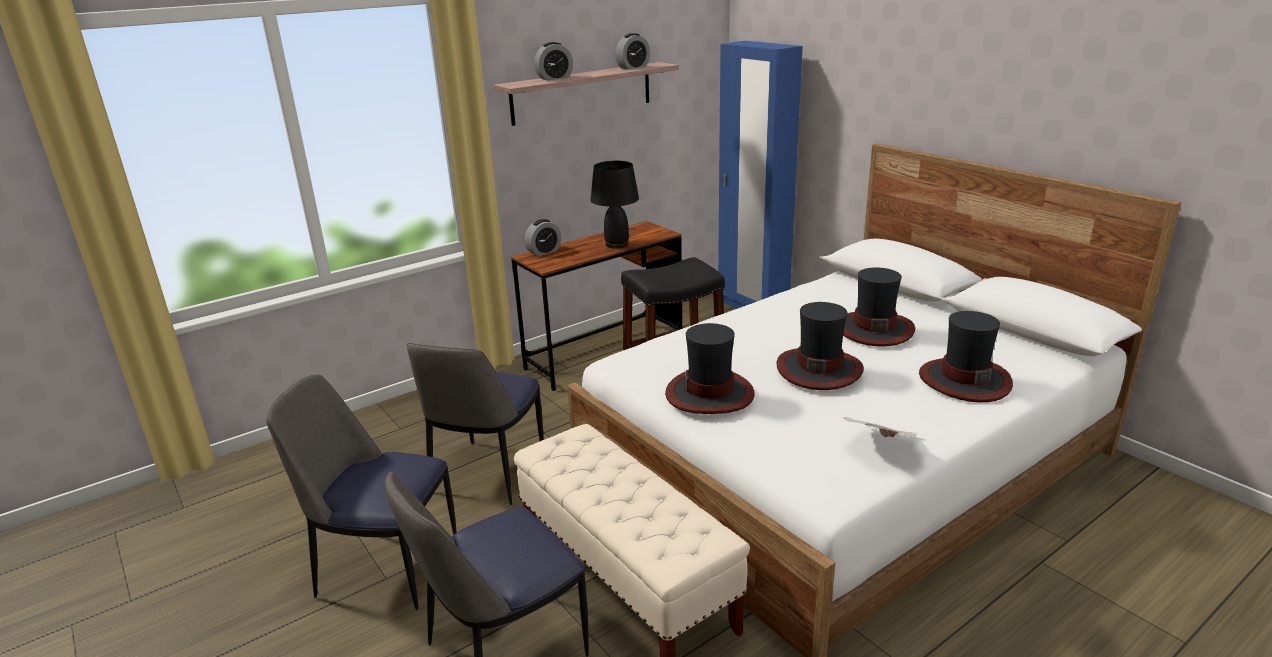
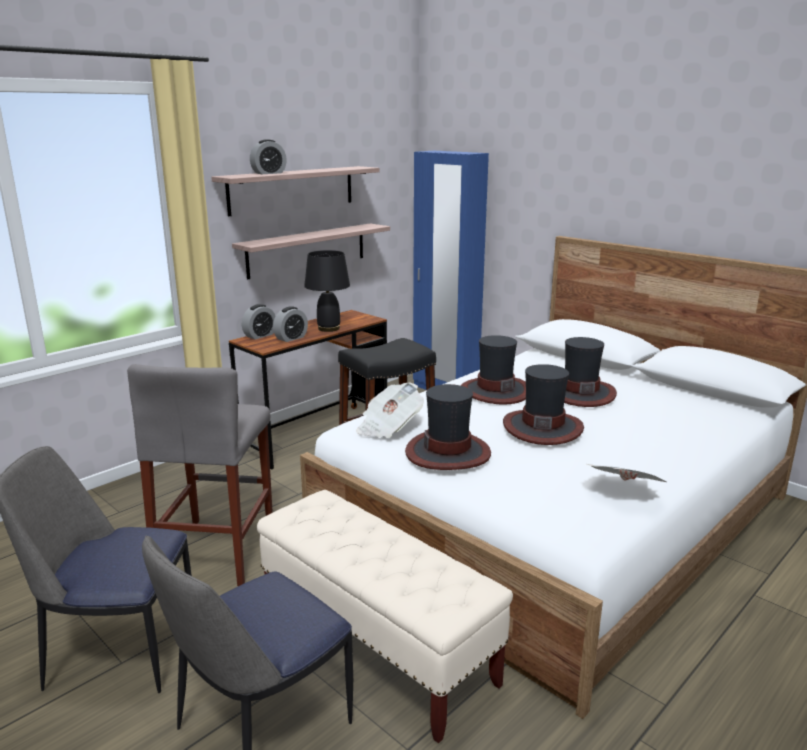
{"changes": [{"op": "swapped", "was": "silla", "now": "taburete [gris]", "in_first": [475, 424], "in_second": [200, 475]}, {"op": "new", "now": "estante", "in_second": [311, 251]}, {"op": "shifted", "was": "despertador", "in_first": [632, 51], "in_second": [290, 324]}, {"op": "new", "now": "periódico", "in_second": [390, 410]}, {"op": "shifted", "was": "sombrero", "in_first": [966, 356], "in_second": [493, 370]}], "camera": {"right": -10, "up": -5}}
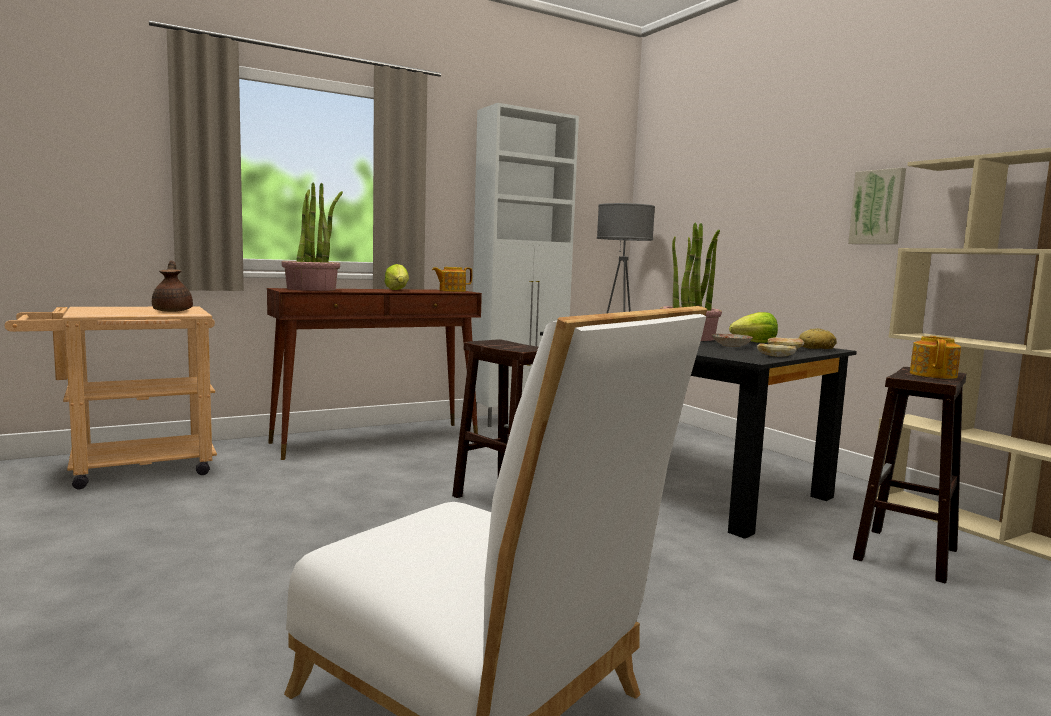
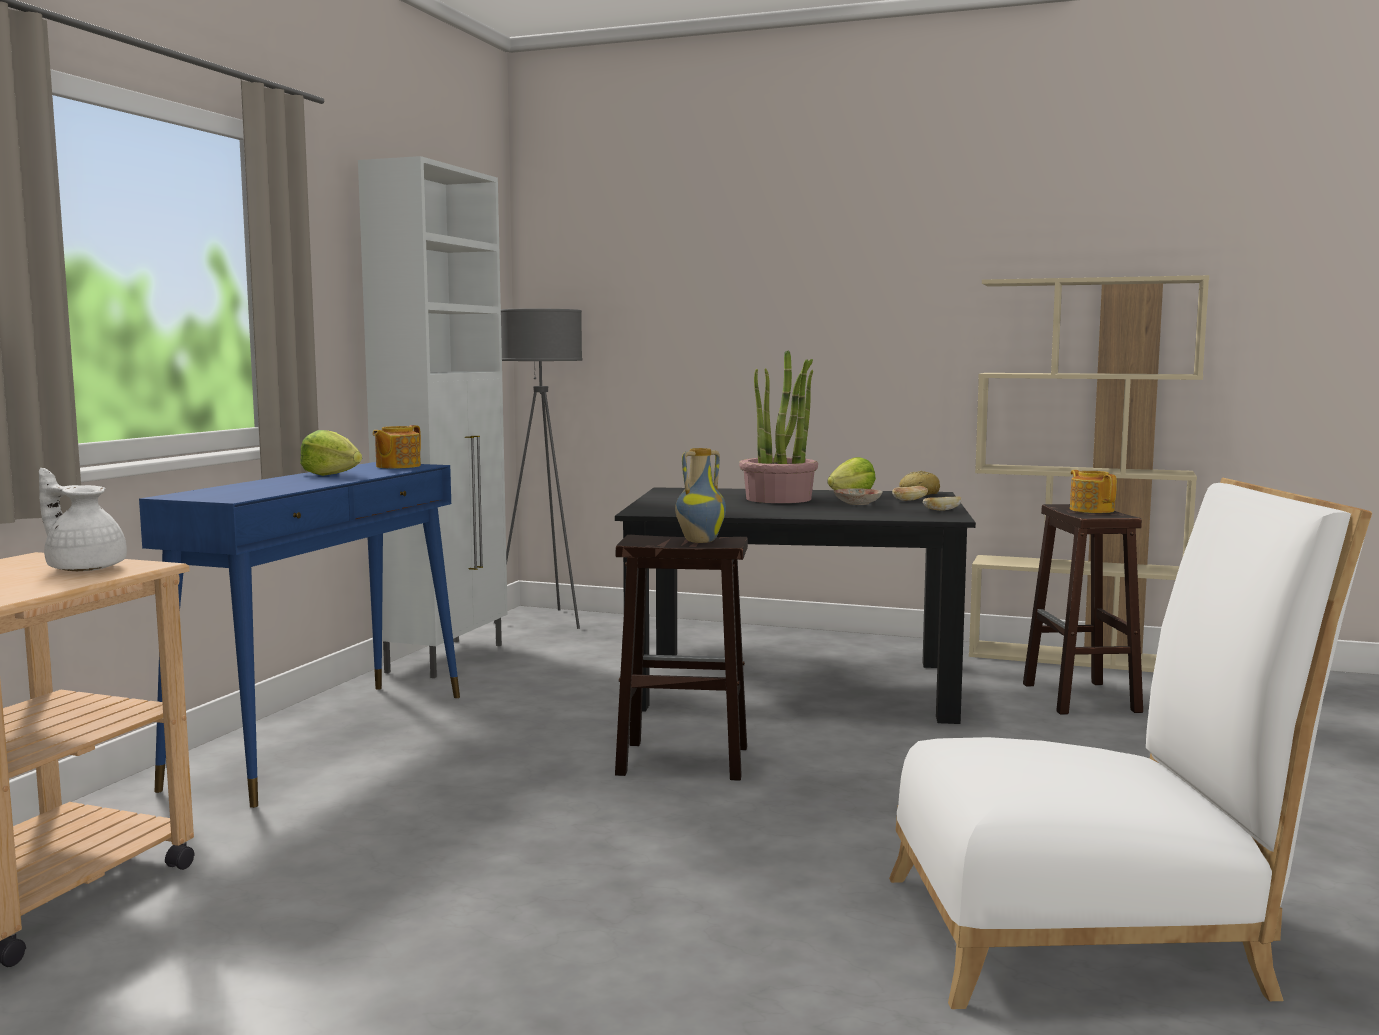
{"changes": [{"op": "repainted", "was": "tetera [marrón]", "now": "tetera [blanco]", "in_first": [172, 286], "in_second": [83, 519]}, {"op": "repainted", "was": "mesa consola [marrón]", "now": "mesa consola [azul]", "in_first": [374, 374], "in_second": [299, 635]}, {"op": "new", "now": "florero", "in_second": [700, 495]}, {"op": "gone", "was": "planta en maceta", "in_first": [312, 237]}, {"op": "gone", "was": "cuadro", "in_first": [877, 206]}], "camera": {"right": -40, "up": 0}}
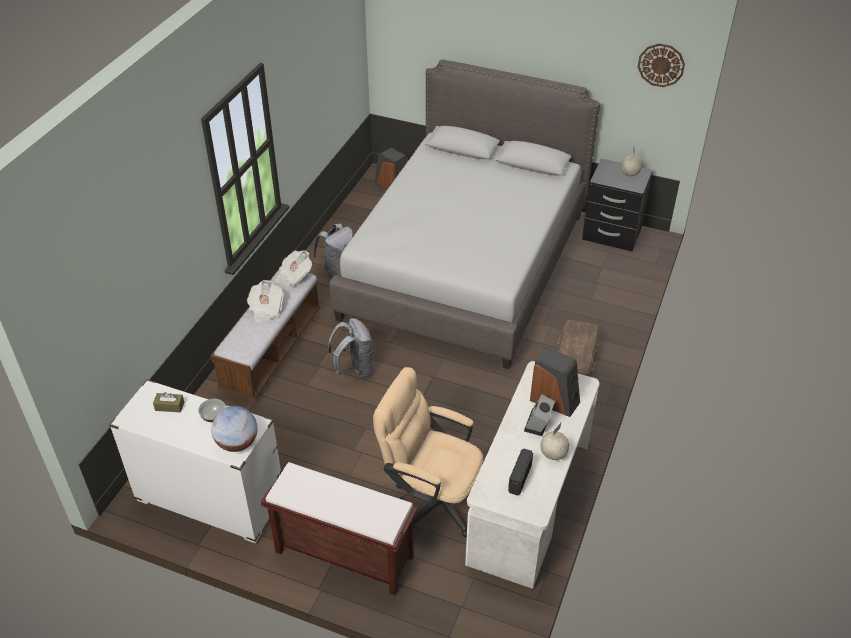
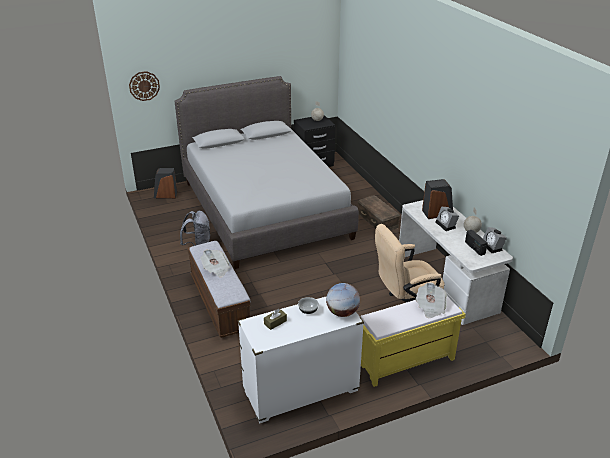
{"changes": [{"op": "shifted", "was": "reloj de pared", "in_first": [661, 65], "in_second": [144, 86]}, {"op": "repainted", "was": "banco [marrón]", "now": "banco [amarillo]", "in_first": [339, 528], "in_second": [413, 341]}, {"op": "shifted", "was": "periódico", "in_first": [294, 268], "in_second": [431, 300]}, {"op": "new", "now": "despertador", "in_second": [495, 240]}, {"op": "gone", "was": "mochila [gris]", "in_first": [351, 348]}], "camera": {"right": -45, "up": -10}}
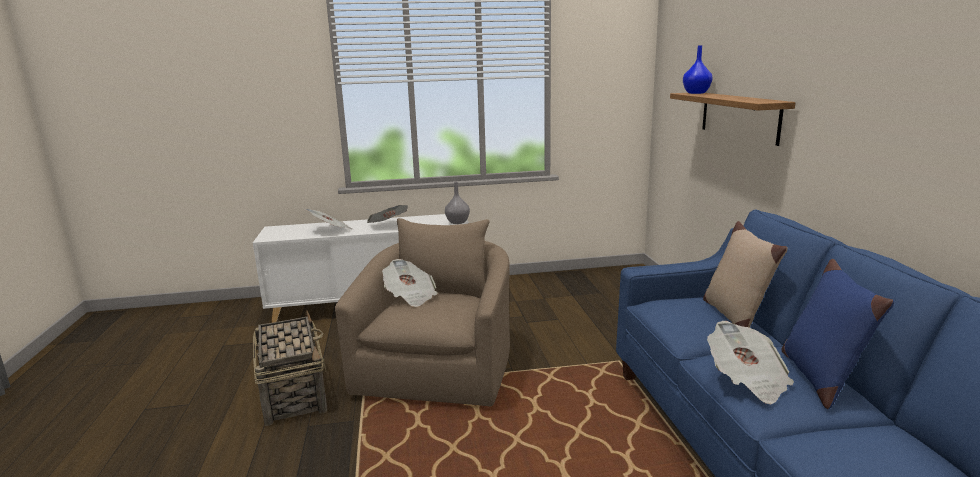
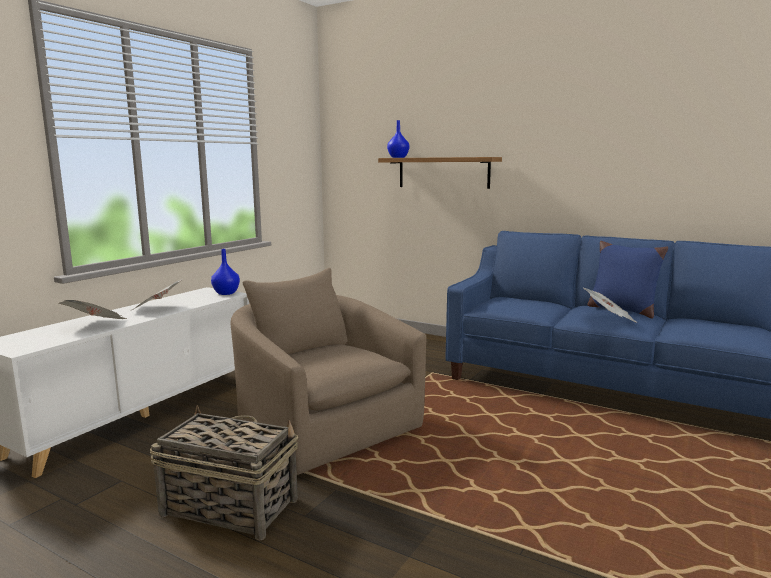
{"changes": [{"op": "repainted", "was": "florero [gris]", "now": "florero [azul]", "in_first": [457, 203], "in_second": [225, 272]}, {"op": "gone", "was": "periódico", "in_first": [410, 283]}, {"op": "gone", "was": "cojín [beis]", "in_first": [745, 274]}], "camera": {"right": -50, "up": -5}}
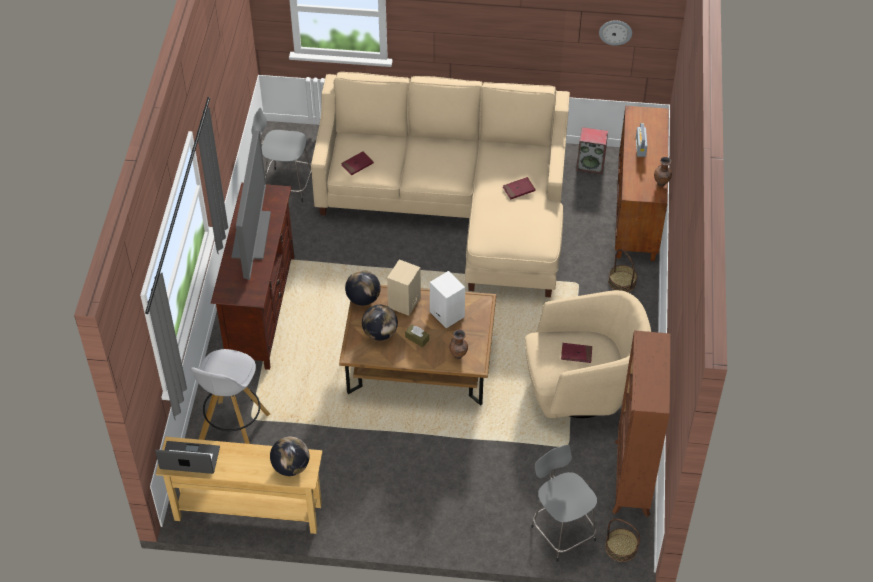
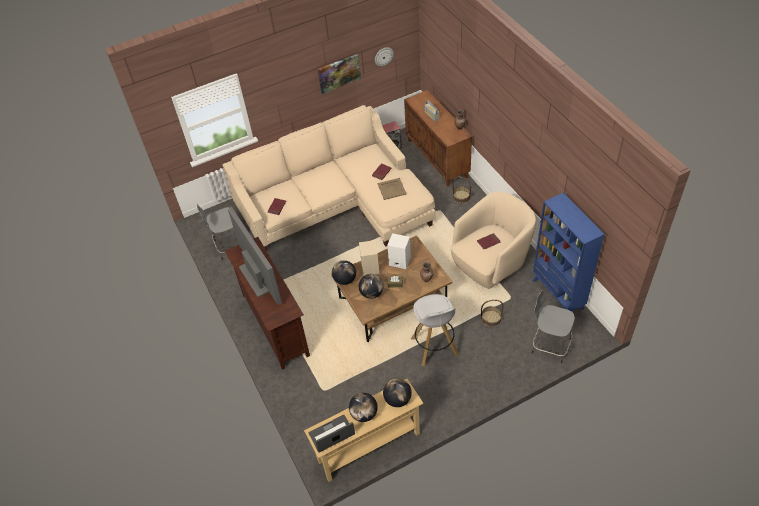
{"changes": [{"op": "new", "now": "cuadro", "in_second": [339, 74]}, {"op": "new", "now": "globo terráqueo", "in_second": [363, 407]}, {"op": "new", "now": "bandeja [beis]", "in_second": [392, 189]}, {"op": "shifted", "was": "taburete [blanco]", "in_first": [230, 396], "in_second": [435, 330]}, {"op": "shifted", "was": "cesta", "in_first": [622, 540], "in_second": [492, 313]}, {"op": "repainted", "was": "estantería [marrón]", "now": "estantería [azul]", "in_first": [641, 423], "in_second": [569, 252]}], "camera": {"right": -30, "up": 0}}
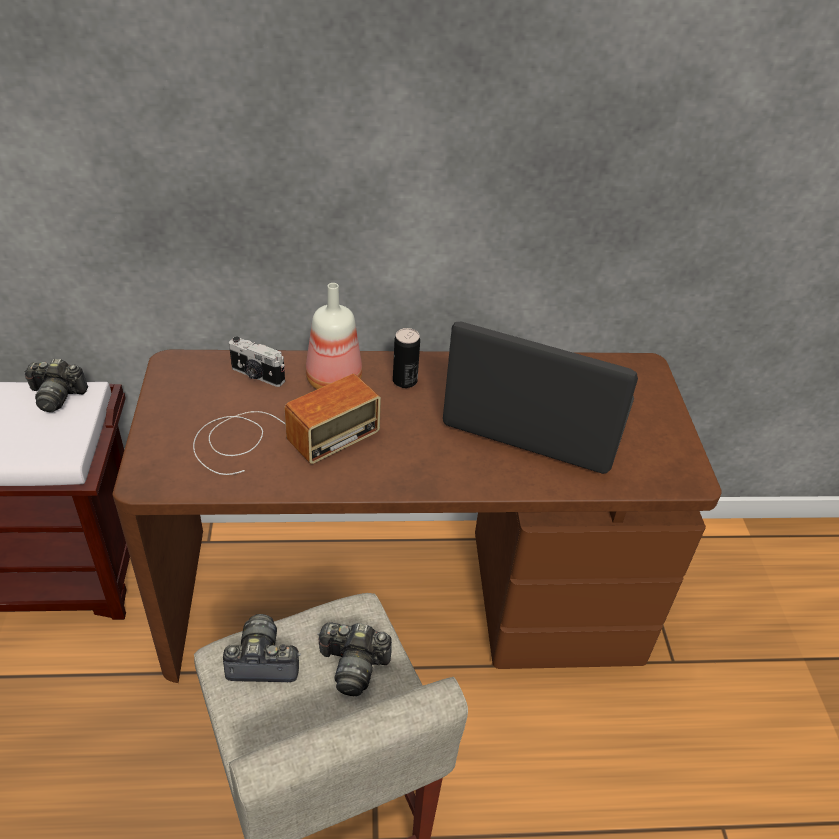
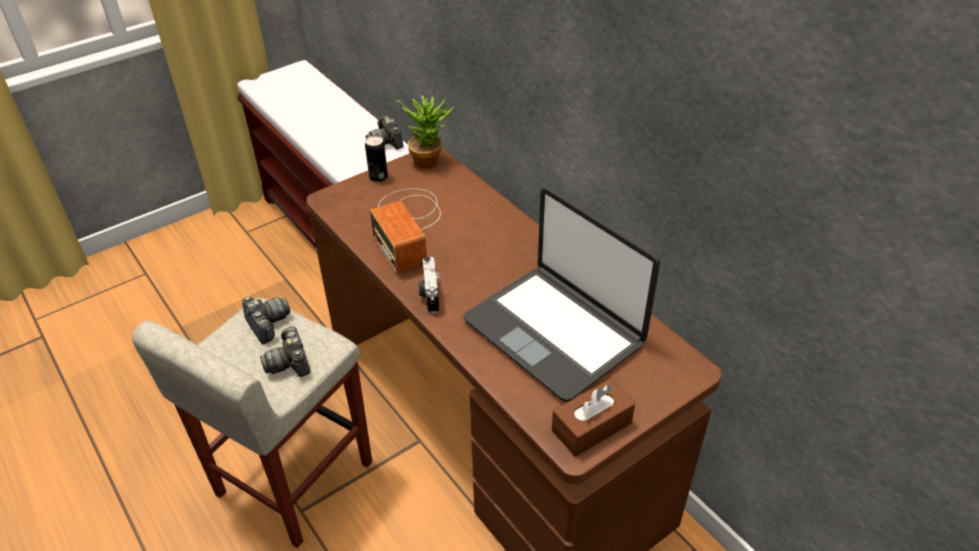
{"changes": [{"op": "shifted", "was": "lata", "in_first": [406, 358], "in_second": [376, 159]}, {"op": "rotated", "was": "radio", "in_first": [287, 424], "in_second": [405, 231], "clockwise": 45}, {"op": "new", "now": "planta en maceta", "in_second": [425, 132]}, {"op": "shifted", "was": "cámara", "in_first": [257, 362], "in_second": [429, 285]}, {"op": "rotated", "was": "portátil", "in_first": [540, 398], "in_second": [561, 295], "clockwise": 150}, {"op": "new", "now": "caja de pañuelos [marrón]", "in_second": [593, 418]}, {"op": "gone", "was": "botella", "in_first": [334, 336]}], "camera": {"right": 60, "up": 0}}
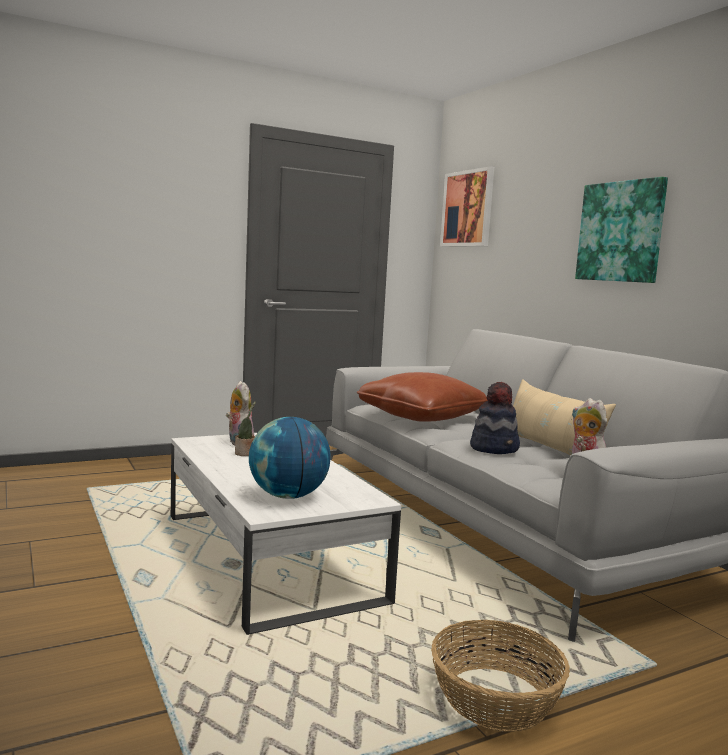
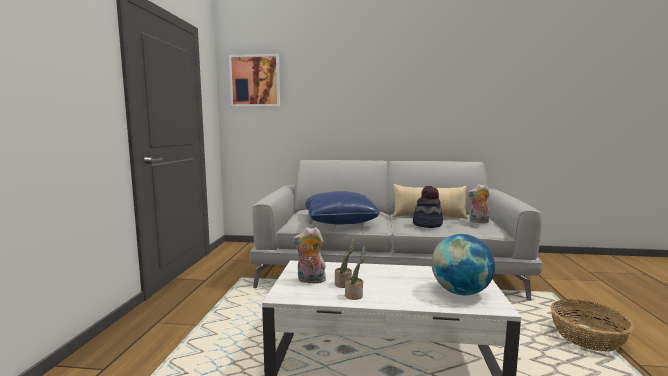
{"changes": [{"op": "repainted", "was": "cojín [marrón]", "now": "cojín [azul]", "in_first": [422, 397], "in_second": [342, 208]}, {"op": "new", "now": "planta en maceta", "in_second": [355, 273]}, {"op": "gone", "was": "cuadro", "in_first": [621, 230]}], "camera": {"right": -55, "up": 0}}
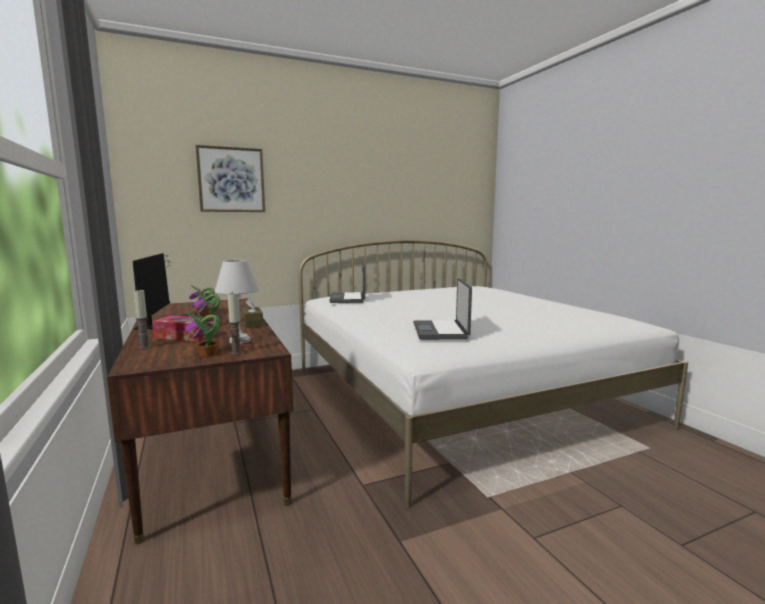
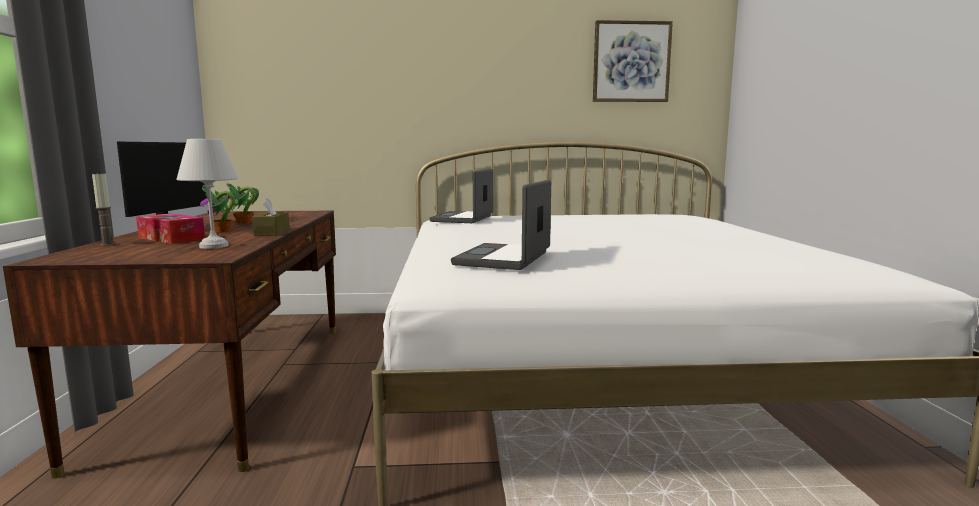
{"changes": [{"op": "shifted", "was": "cuadro", "in_first": [230, 178], "in_second": [633, 61]}, {"op": "gone", "was": "planta en maceta", "in_first": [203, 334]}, {"op": "gone", "was": "vela", "in_first": [234, 323]}], "camera": {"right": 20, "up": 0}}
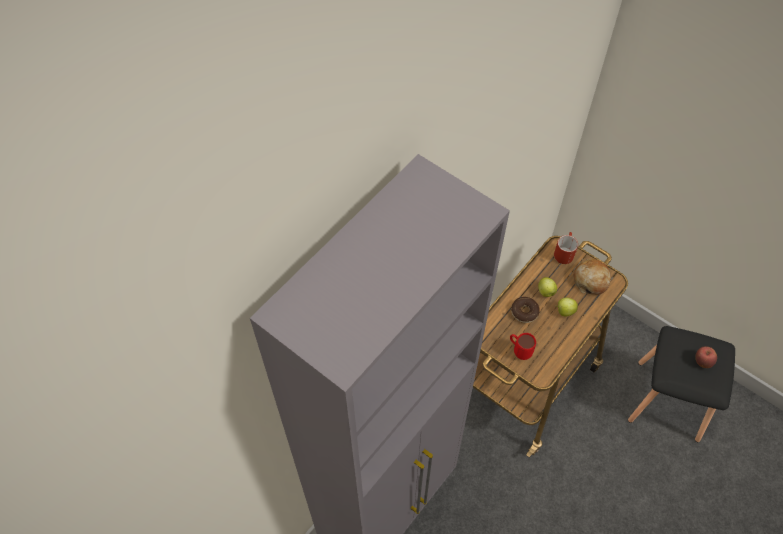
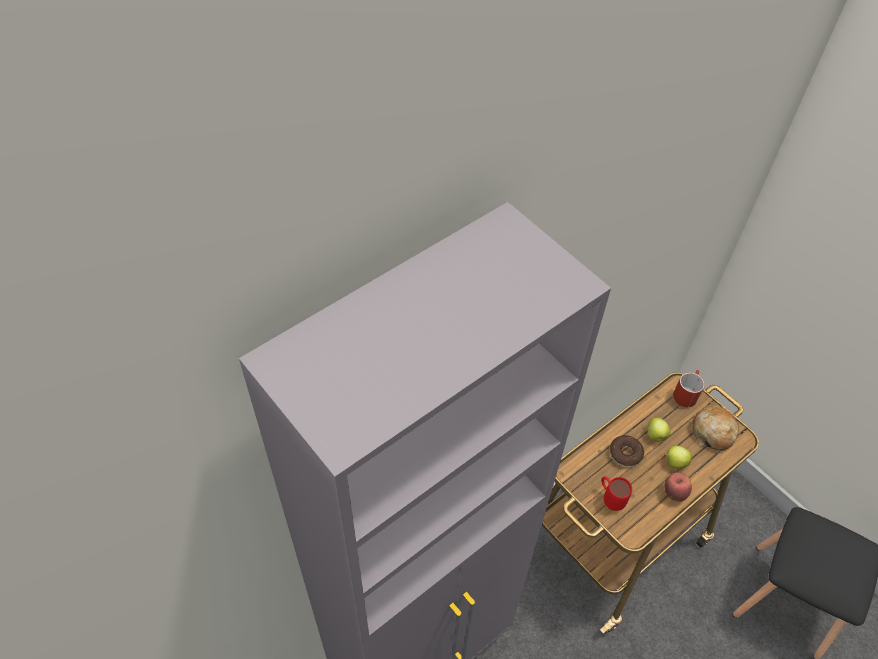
{"changes": [{"op": "shifted", "was": "manzana", "in_first": [706, 357], "in_second": [678, 487]}], "camera": {"right": 10, "up": -5}}
